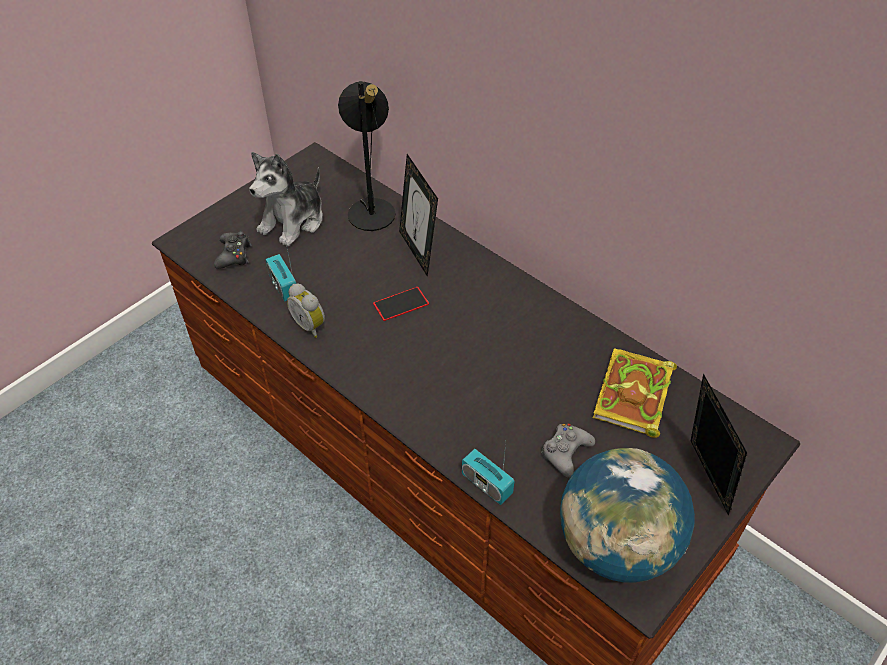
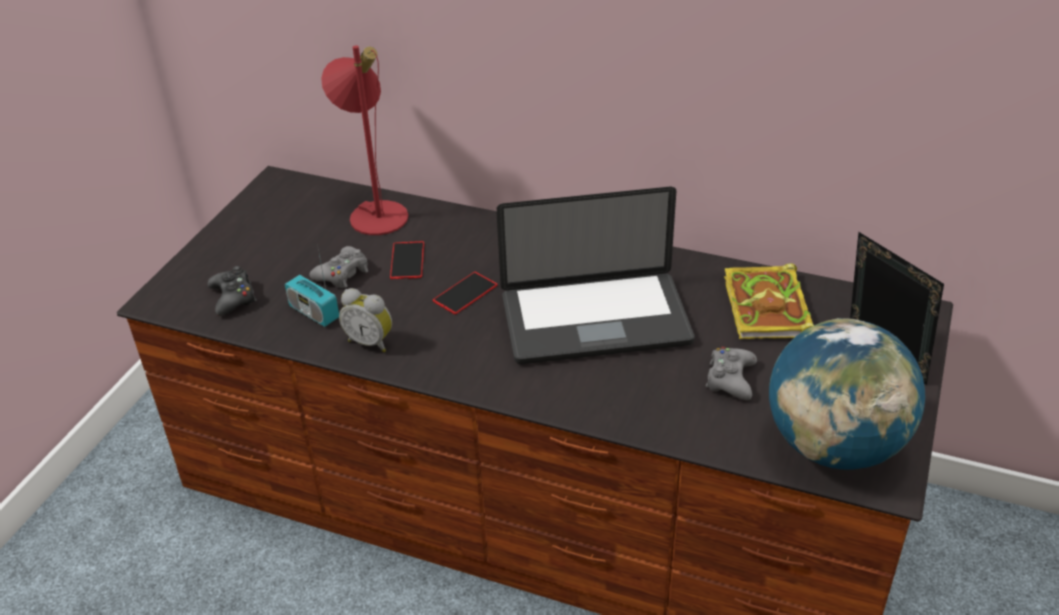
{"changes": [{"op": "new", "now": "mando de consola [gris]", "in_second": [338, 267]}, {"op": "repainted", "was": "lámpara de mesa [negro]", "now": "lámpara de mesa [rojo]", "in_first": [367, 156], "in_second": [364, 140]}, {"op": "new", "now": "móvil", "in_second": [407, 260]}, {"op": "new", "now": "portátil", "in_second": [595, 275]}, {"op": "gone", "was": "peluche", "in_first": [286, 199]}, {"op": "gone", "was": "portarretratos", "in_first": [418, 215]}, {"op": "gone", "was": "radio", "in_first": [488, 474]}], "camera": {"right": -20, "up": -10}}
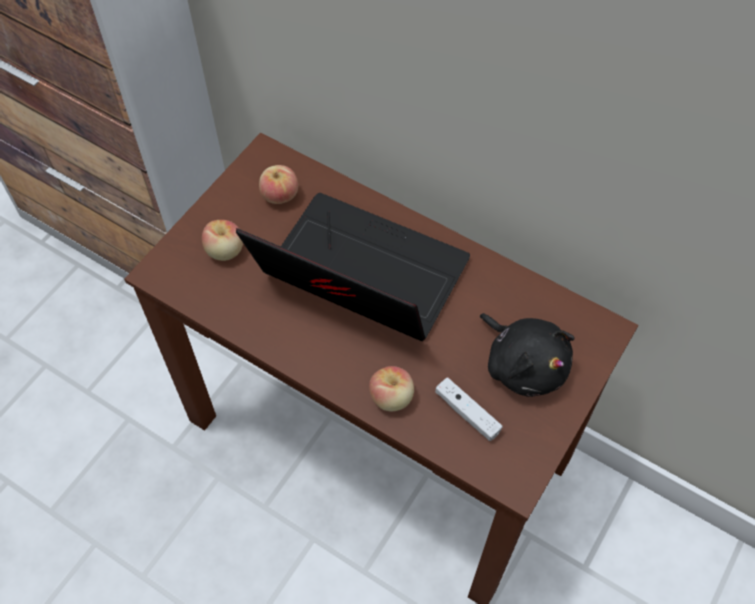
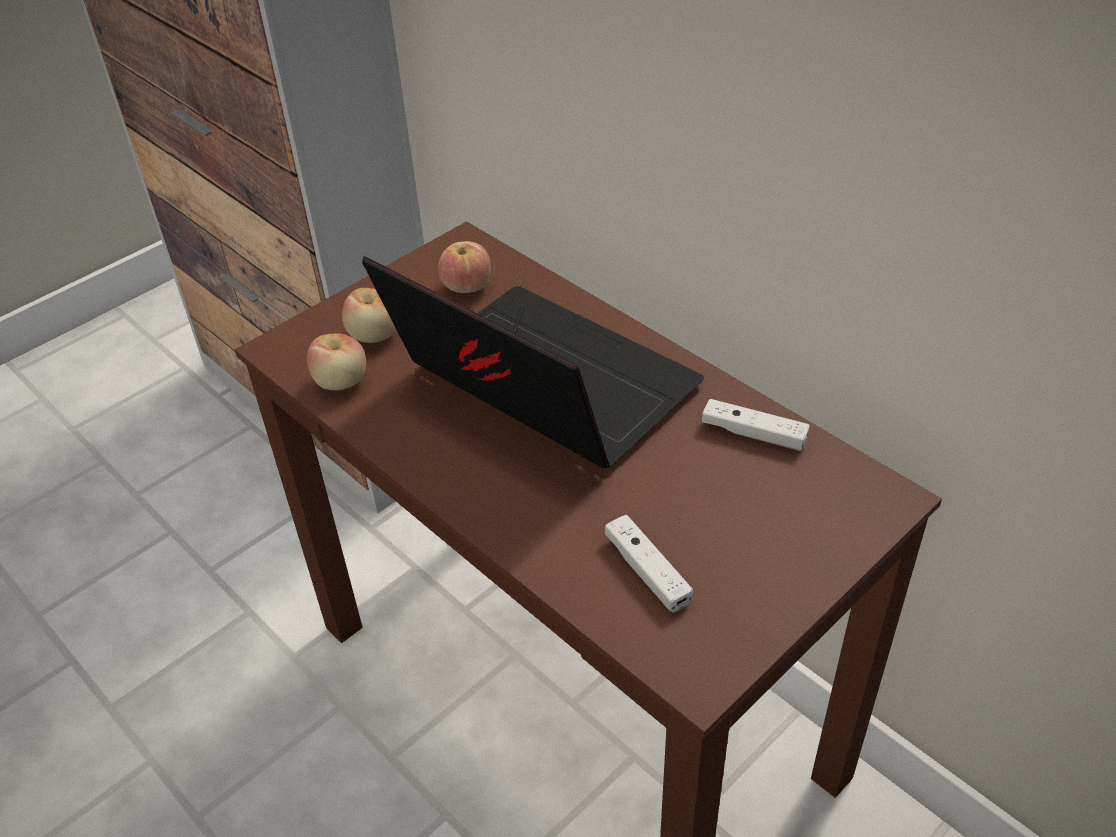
{"changes": [{"op": "shifted", "was": "manzana", "in_first": [391, 388], "in_second": [336, 361]}, {"op": "new", "now": "mando de consola [blanco]", "in_second": [756, 425]}, {"op": "gone", "was": "peluche [negro]", "in_first": [527, 355]}], "camera": {"right": 15, "up": -15}}
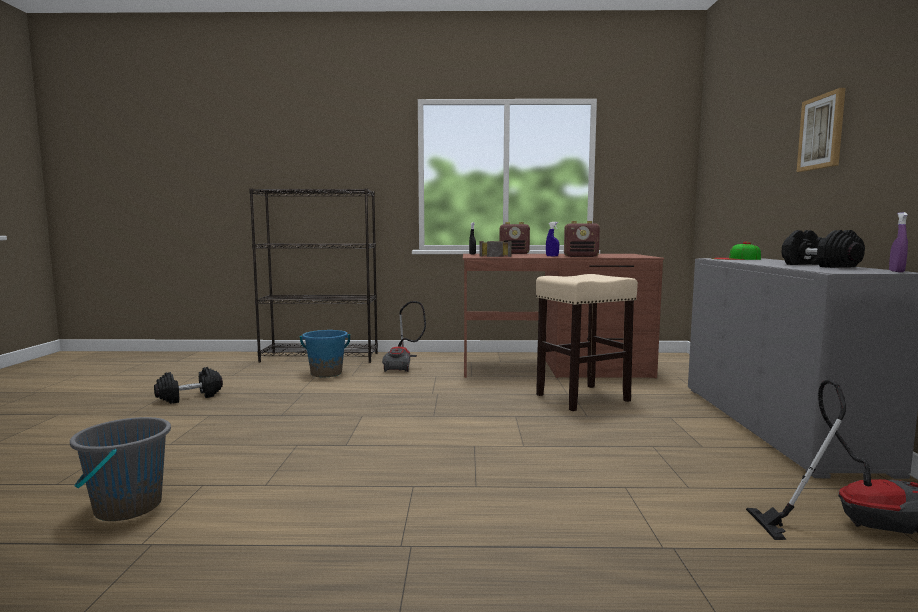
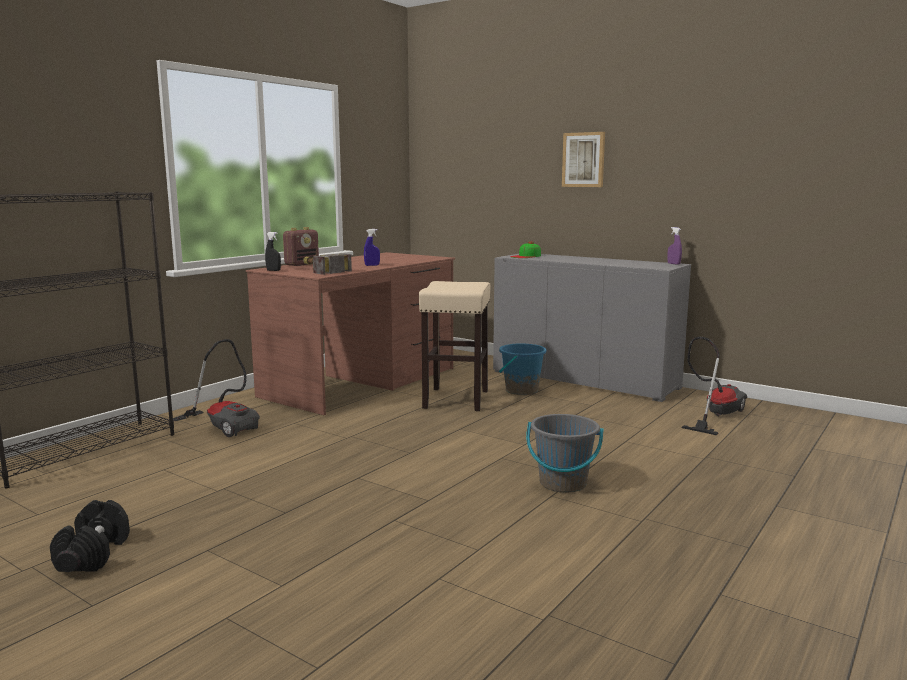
{"changes": [{"op": "shifted", "was": "cubo [azul]", "in_first": [325, 353], "in_second": [523, 369]}, {"op": "shifted", "was": "cubo [gris]", "in_first": [120, 469], "in_second": [565, 453]}, {"op": "gone", "was": "radio", "in_first": [582, 239]}, {"op": "gone", "was": "mancuerna [negro]", "in_first": [823, 249]}], "camera": {"right": -55, "up": 5}}
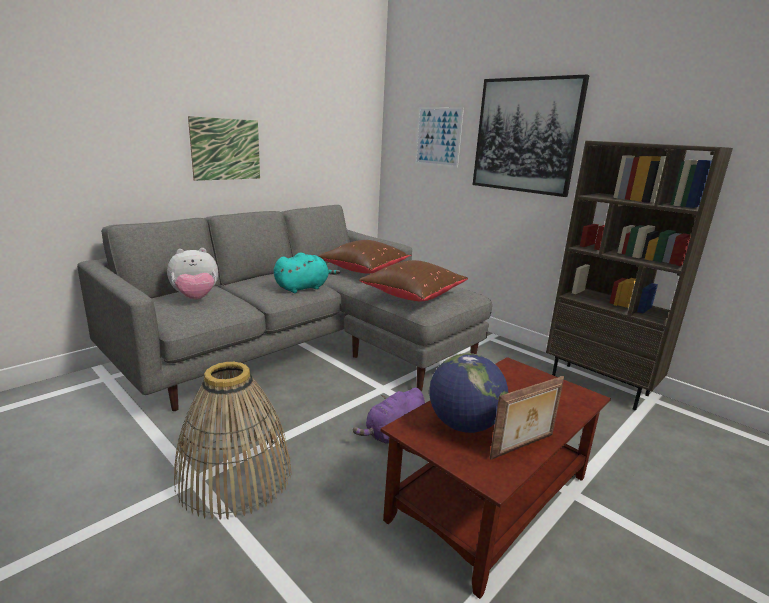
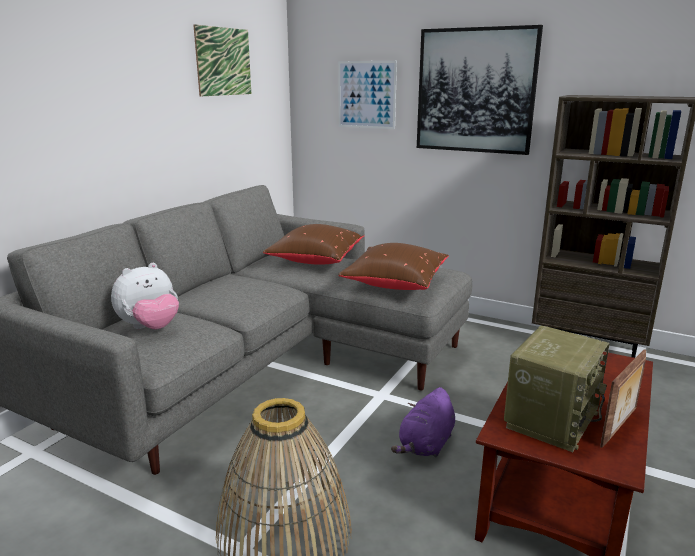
{"changes": [{"op": "shifted", "was": "cuadro", "in_first": [224, 148], "in_second": [222, 60]}, {"op": "swapped", "was": "globo terráqueo", "now": "radio", "in_first": [468, 393], "in_second": [557, 389]}, {"op": "gone", "was": "peluche [turquesa]", "in_first": [307, 272]}], "camera": {"right": -15, "up": 0}}
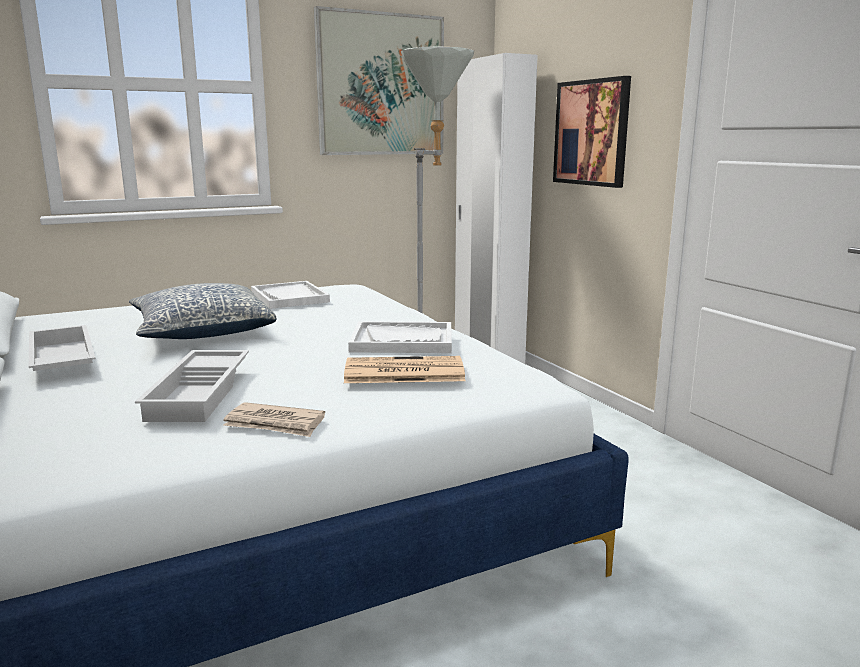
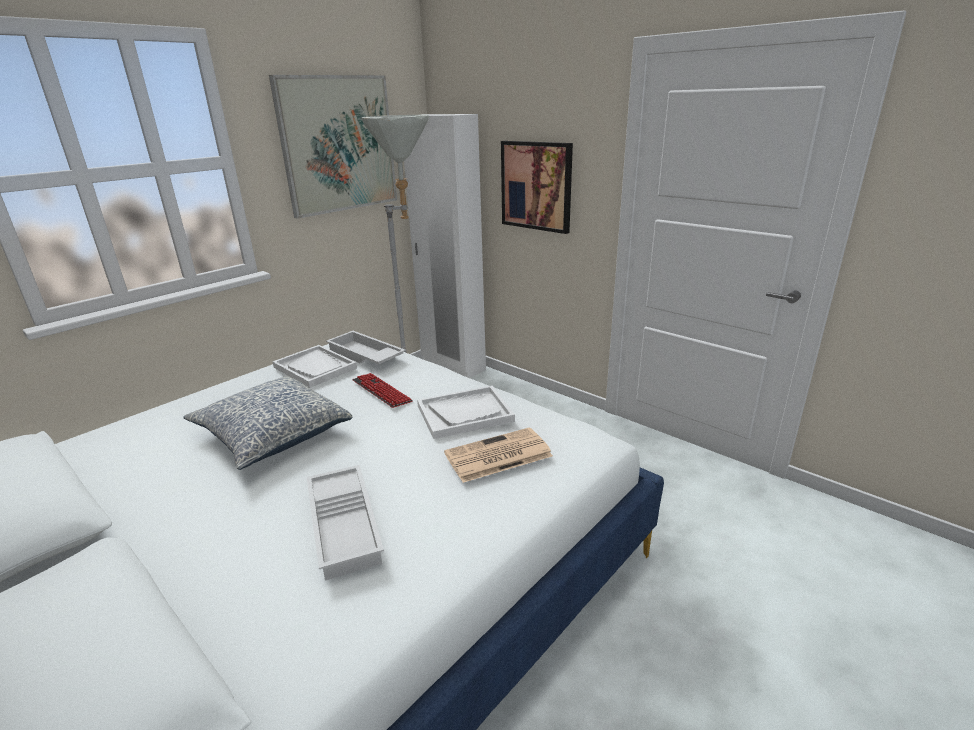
{"changes": [{"op": "shifted", "was": "bandeja [blanco]", "in_first": [62, 348], "in_second": [366, 347]}, {"op": "new", "now": "teclado", "in_second": [382, 390]}, {"op": "gone", "was": "periódico", "in_first": [274, 419]}], "camera": {"right": -20, "up": 10}}
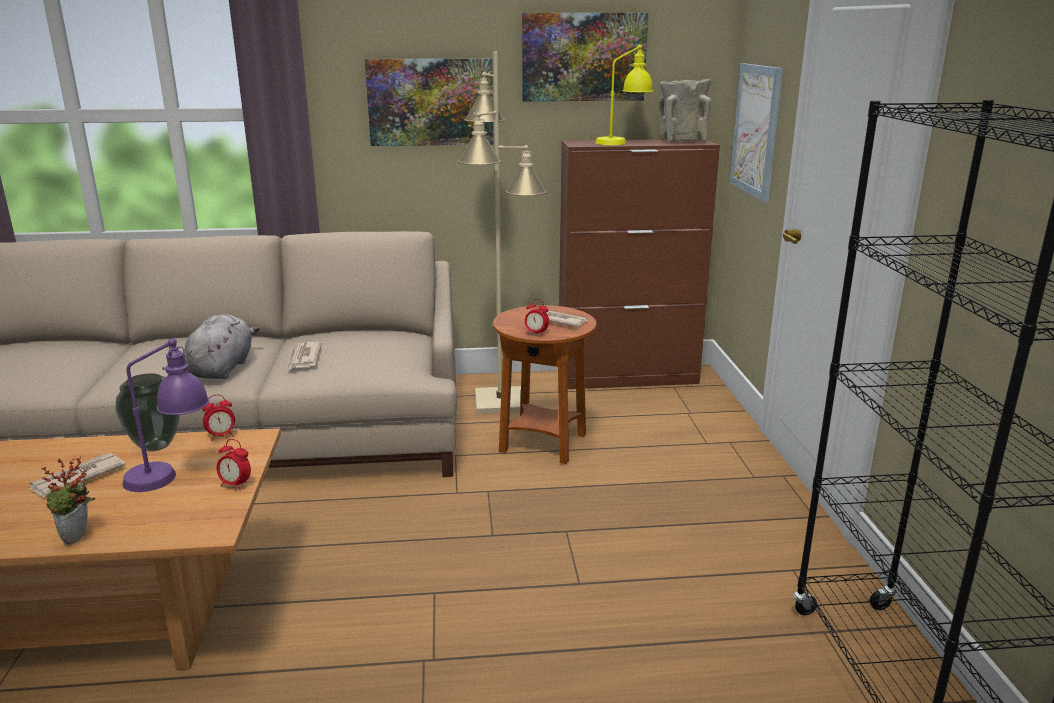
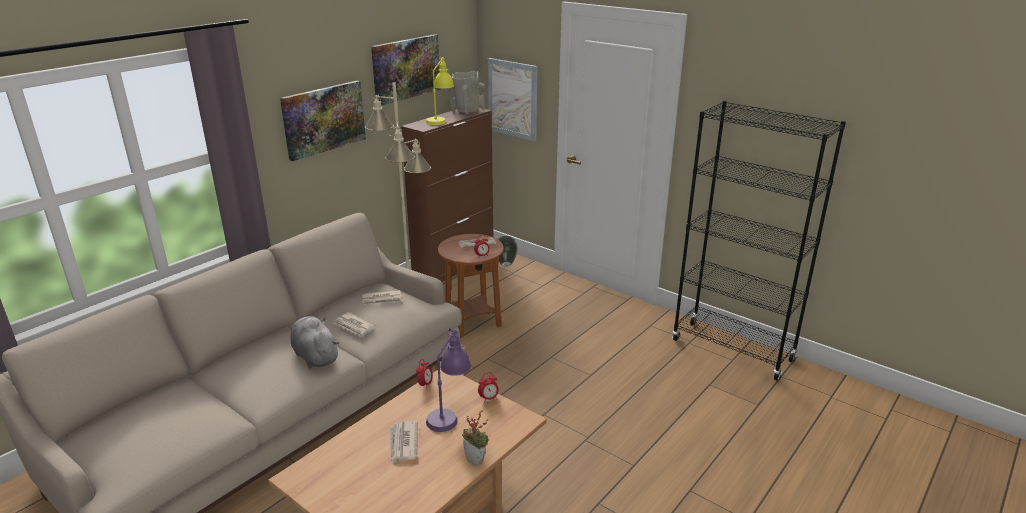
{"changes": [{"op": "new", "now": "periódico", "in_second": [382, 298]}, {"op": "shifted", "was": "florero", "in_first": [148, 412], "in_second": [508, 251]}], "camera": {"right": -45, "up": 5}}
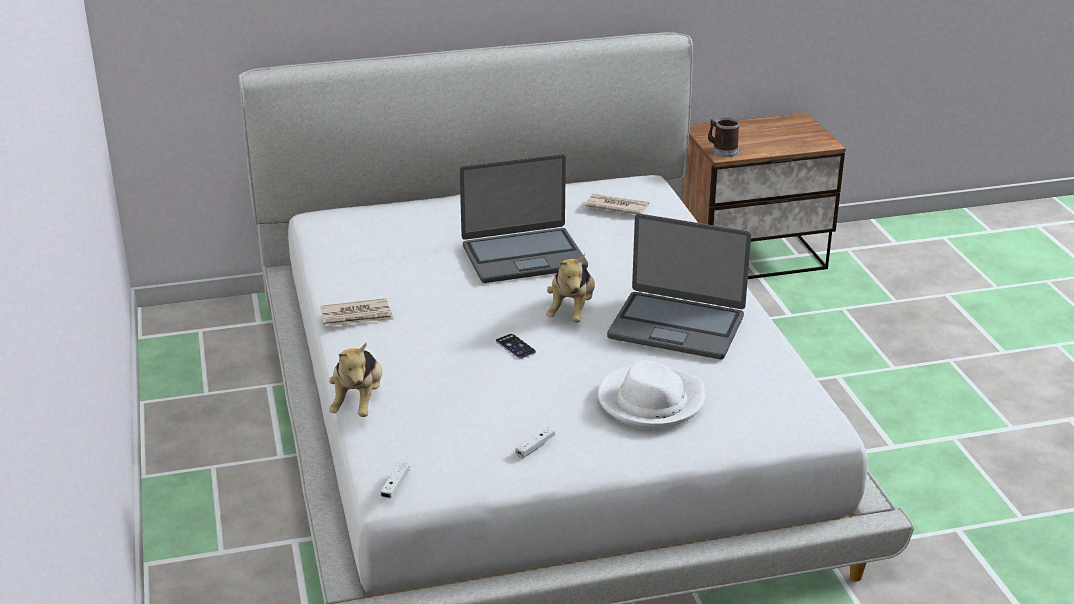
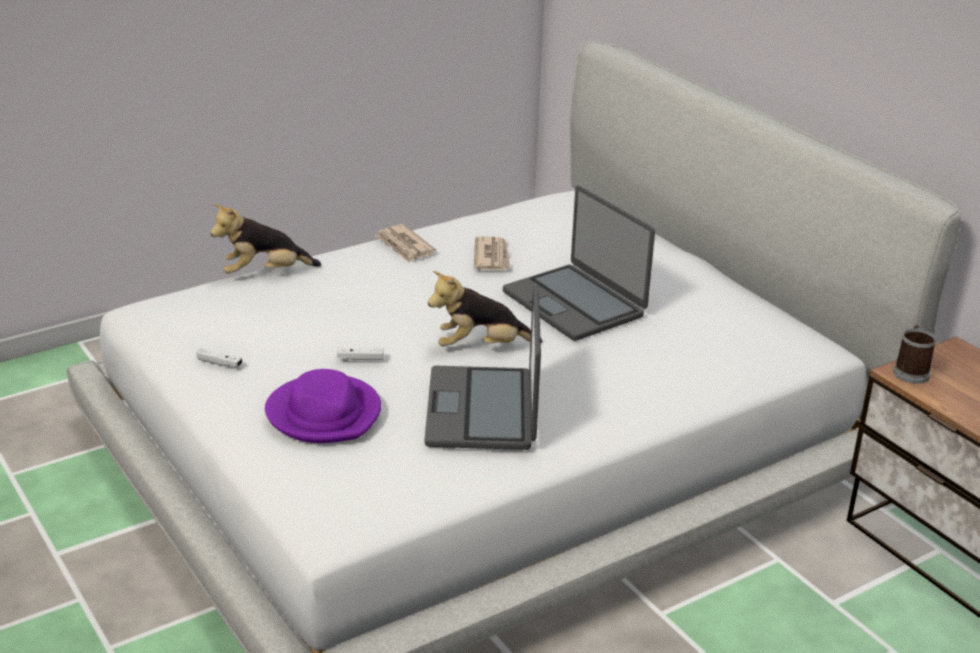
{"changes": [{"op": "repainted", "was": "sombrero [blanco]", "now": "sombrero [morado]", "in_first": [651, 394], "in_second": [323, 406]}, {"op": "shifted", "was": "mando de consola [blanco]", "in_first": [395, 480], "in_second": [360, 354]}, {"op": "shifted", "was": "periódico", "in_first": [617, 204], "in_second": [492, 253]}, {"op": "gone", "was": "móvil", "in_first": [516, 346]}], "camera": {"right": 70, "up": 0}}
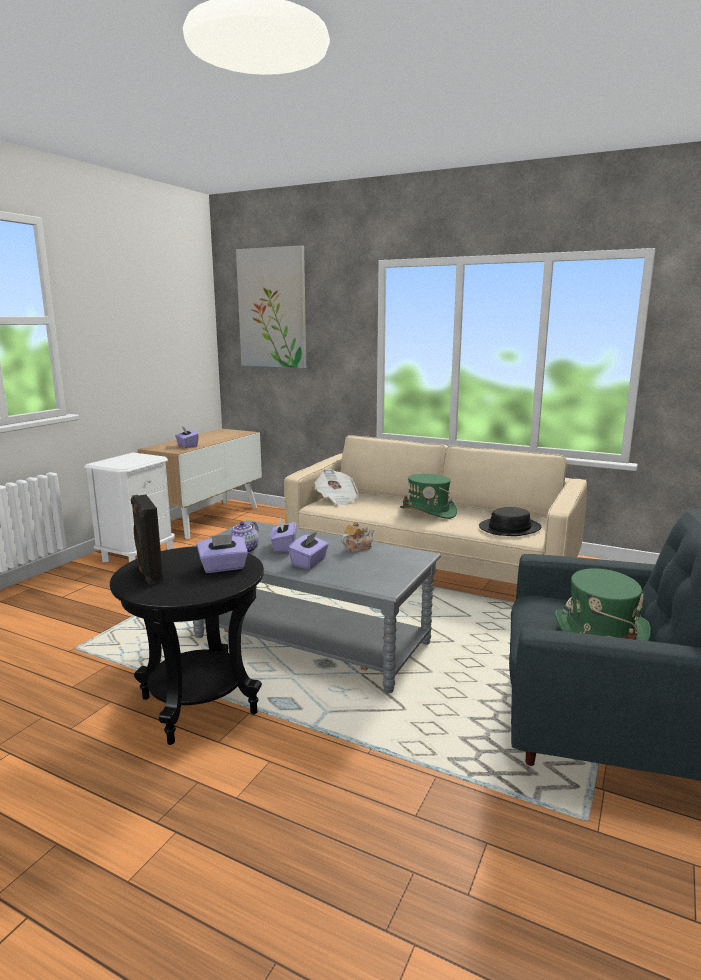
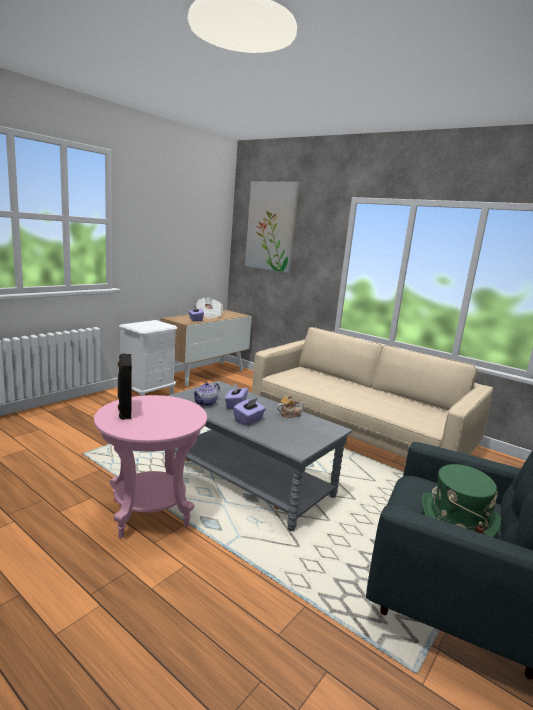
{"changes": [{"op": "repainted", "was": "mesa auxiliar [negro]", "now": "mesa auxiliar [rosa]", "in_first": [187, 645], "in_second": [150, 466]}, {"op": "shifted", "was": "periódico", "in_first": [337, 487], "in_second": [209, 308]}, {"op": "gone", "was": "caja de pañuelos [morado]", "in_first": [222, 553]}, {"op": "gone", "was": "sombrero [verde]", "in_first": [428, 496]}, {"op": "gone", "was": "sombrero [negro]", "in_first": [510, 521]}], "camera": {"right": 10, "up": 0}}
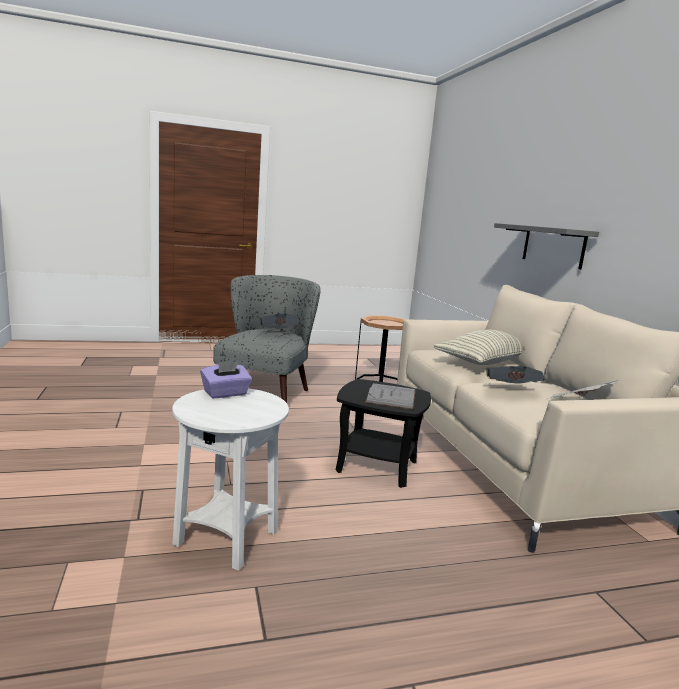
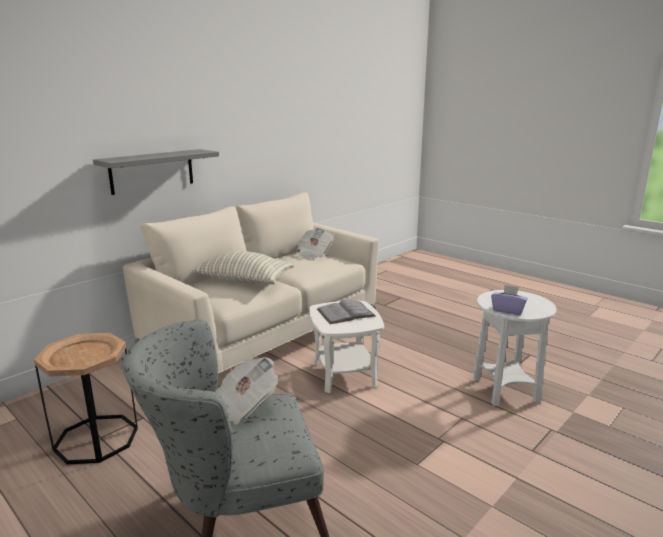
{"changes": [{"op": "repainted", "was": "mesa auxiliar [negro]", "now": "mesa auxiliar [blanco]", "in_first": [383, 433], "in_second": [346, 347]}, {"op": "gone", "was": "periódico", "in_first": [515, 375]}], "camera": {"right": -120, "up": 5}}
